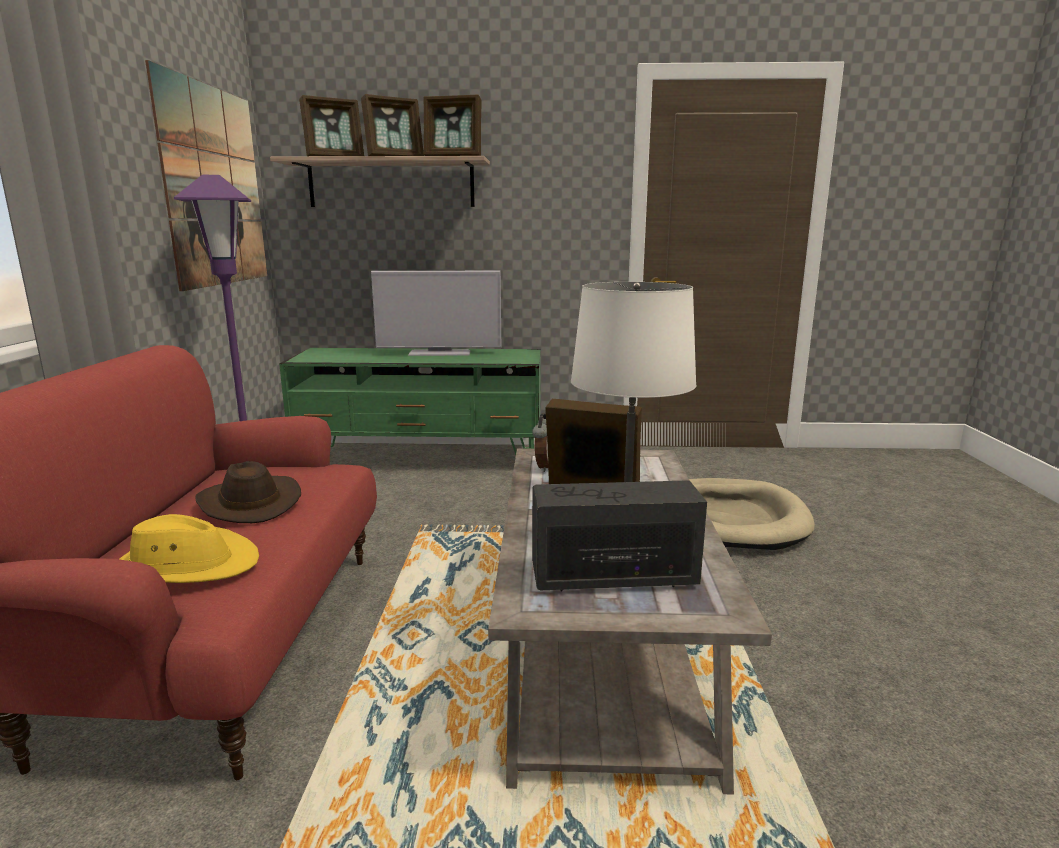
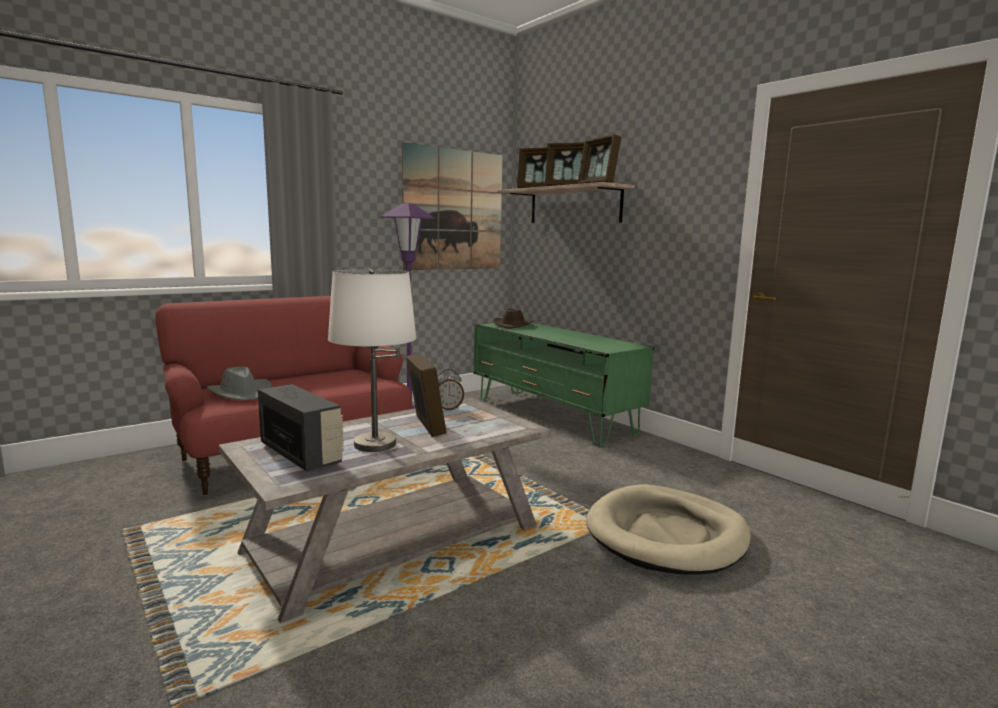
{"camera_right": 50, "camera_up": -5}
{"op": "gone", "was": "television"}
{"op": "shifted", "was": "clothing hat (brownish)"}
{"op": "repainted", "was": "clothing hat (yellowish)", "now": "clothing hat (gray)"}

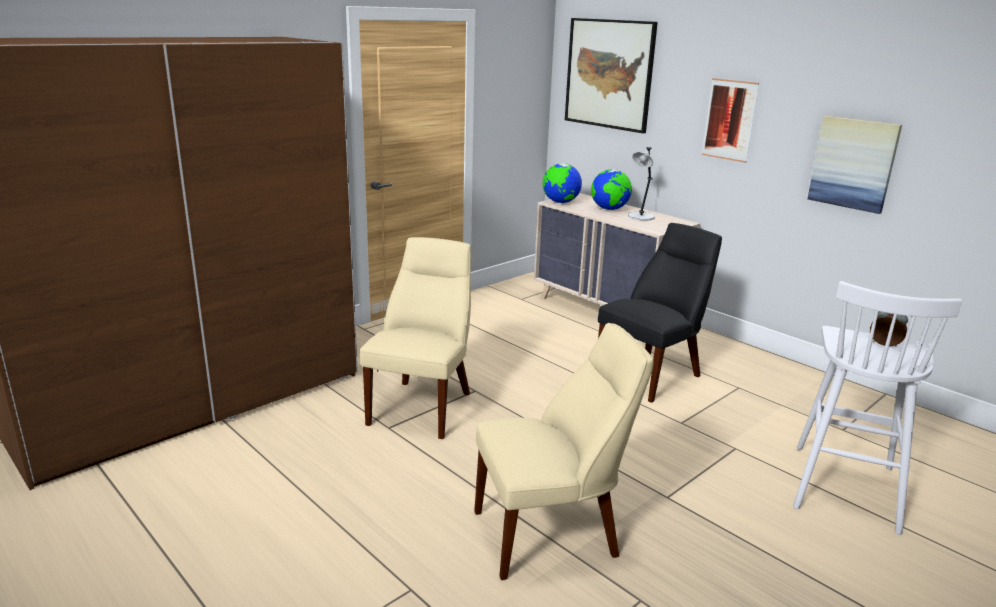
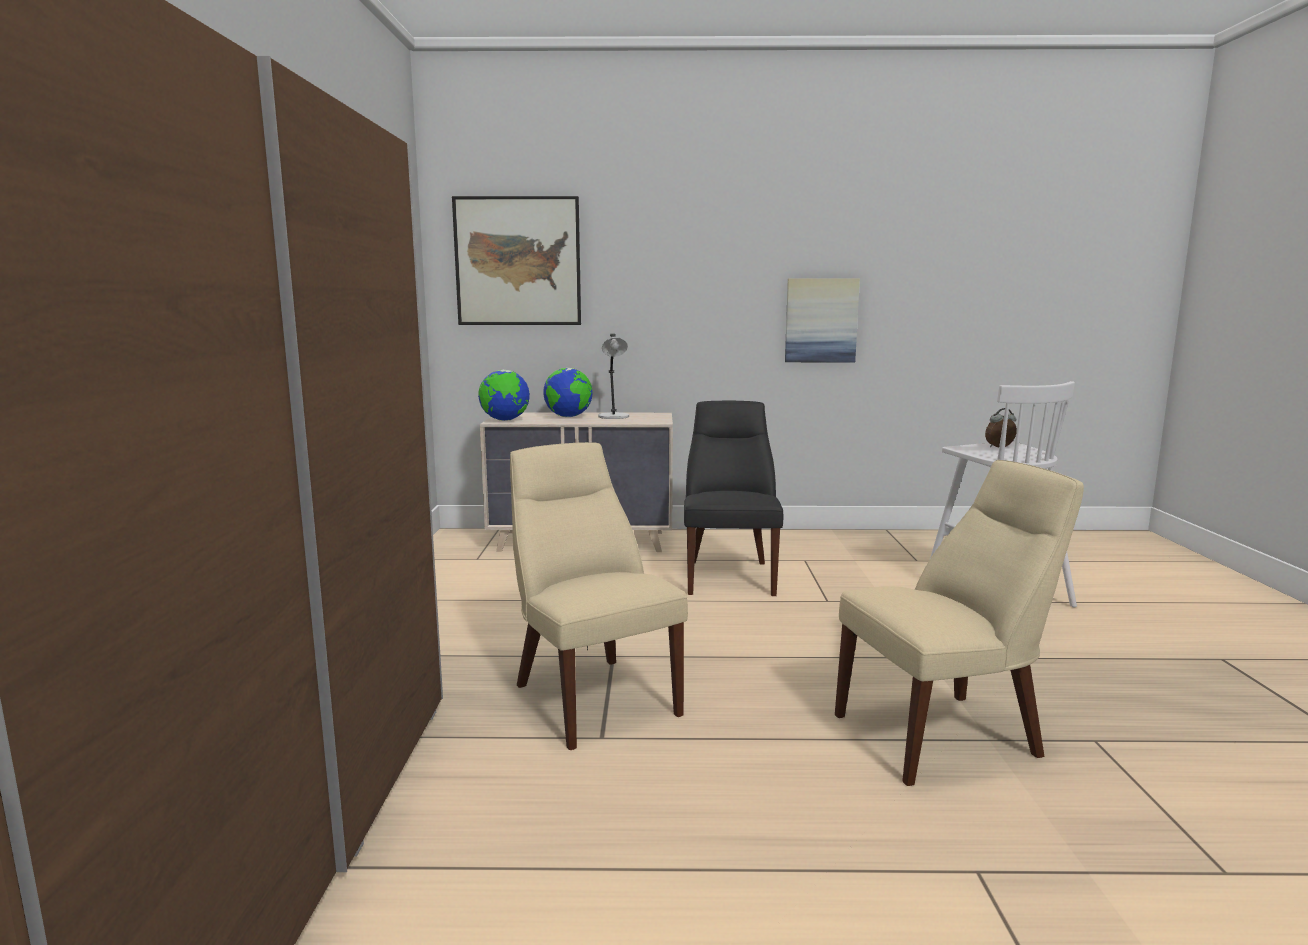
{"camera_right": -45, "camera_up": -10}
{"op": "gone", "was": "picture (no. 2 from left)"}
{"op": "rotated", "was": "upright chair (beige) (no. 2 from left)", "clockwise": 45}

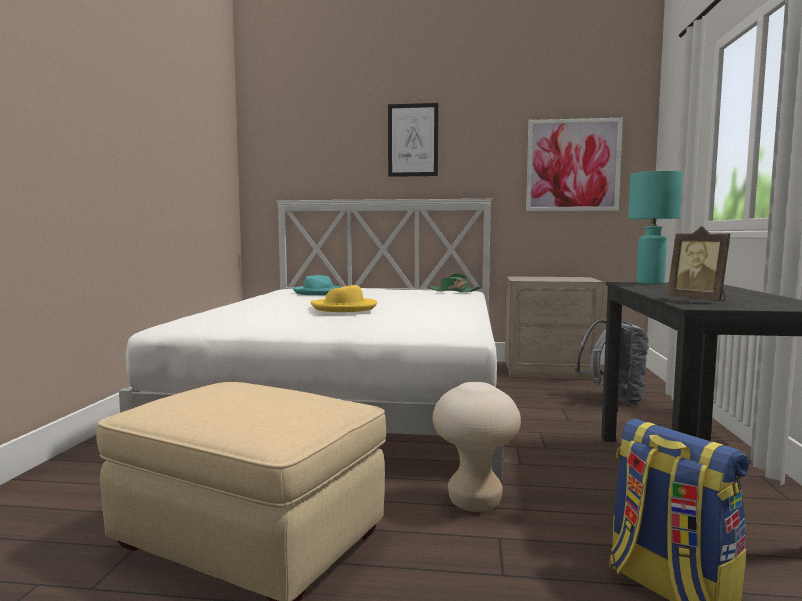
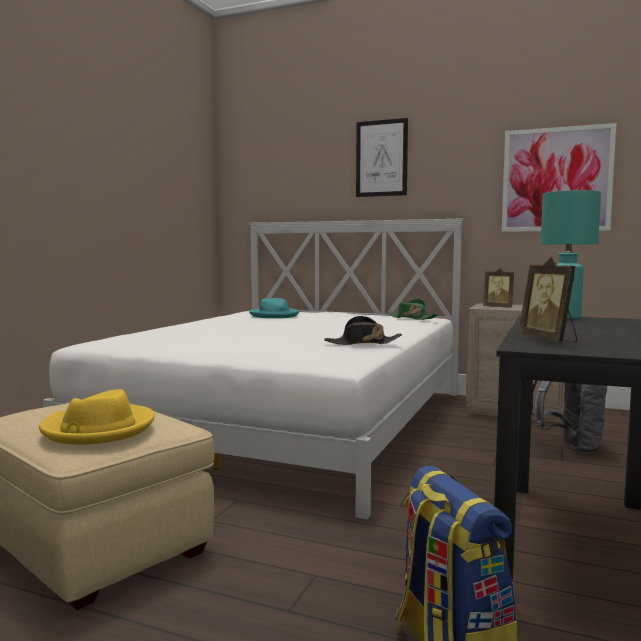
{"camera_right": 15, "camera_up": 0}
{"op": "shifted", "was": "clothing hat (yellowish)"}
{"op": "gone", "was": "sitting stool (beige)"}
{"op": "new", "now": "photo frame (no. 1 from left)"}
{"op": "new", "now": "clothing hat (black-coloured)"}

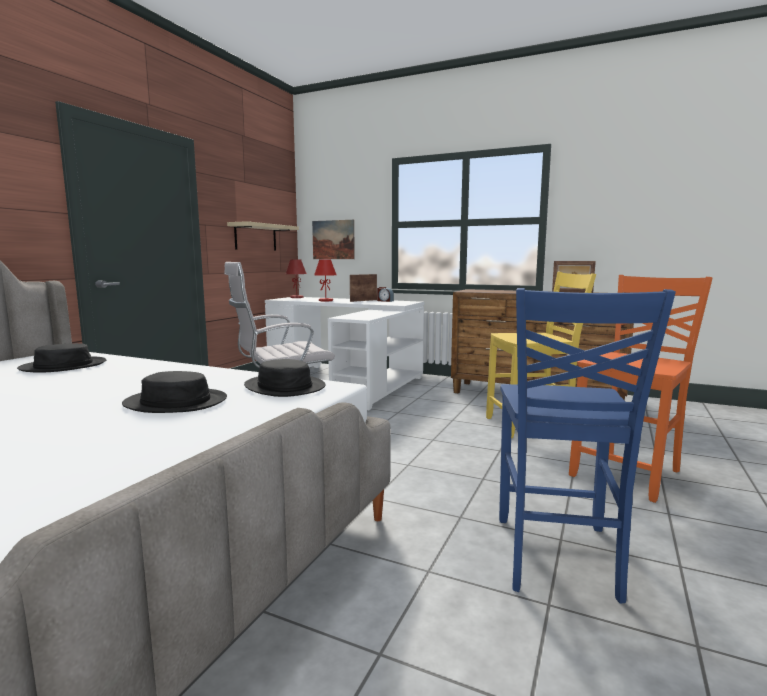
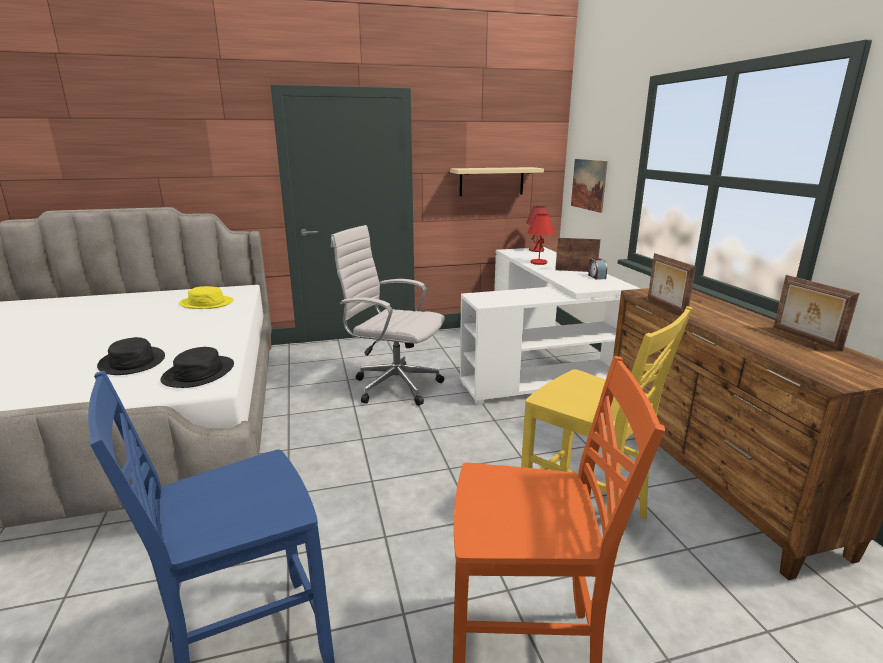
{"camera_right": 50, "camera_up": 10}
{"op": "repainted", "was": "clothing hat (black-coloured) (no. 1 from left)", "now": "clothing hat (yellowish)"}
{"op": "new", "now": "photo frame (no. 2 from left)"}

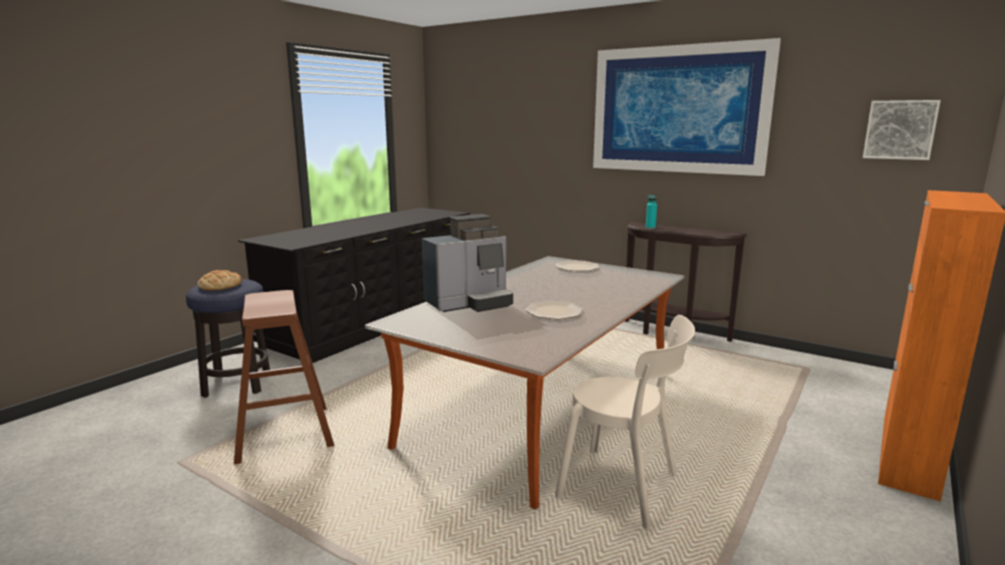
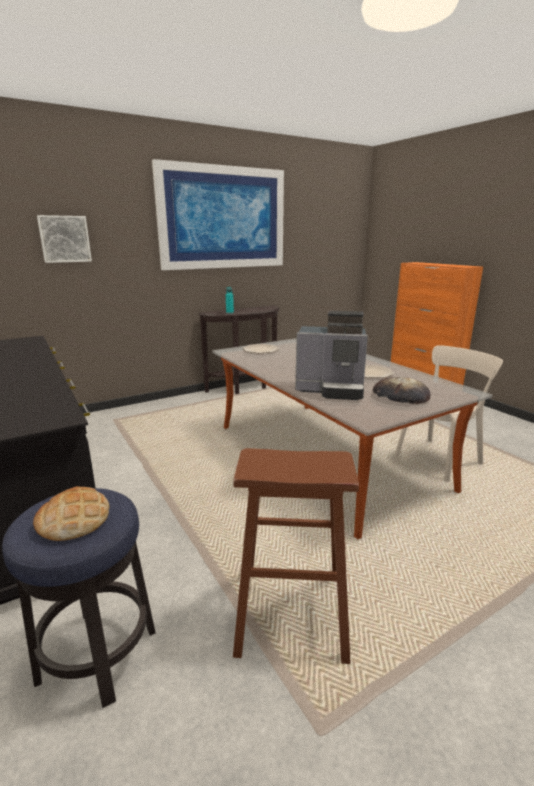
{"camera_right": -65, "camera_up": 5}
{"op": "shifted", "was": "picture (no. 2 from left in the first image)", "now": "picture (no. 1 from left)"}
{"op": "rotated", "was": "coffee brewer", "clockwise": 105}
{"op": "new", "now": "baked bread (no. 2 from left)"}

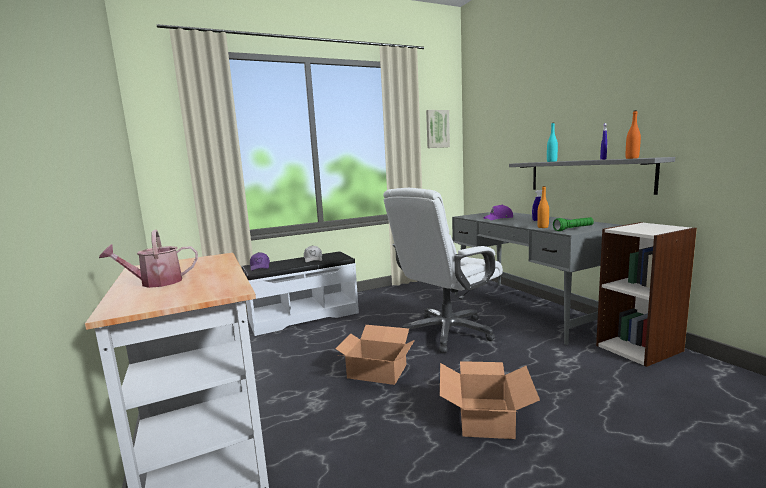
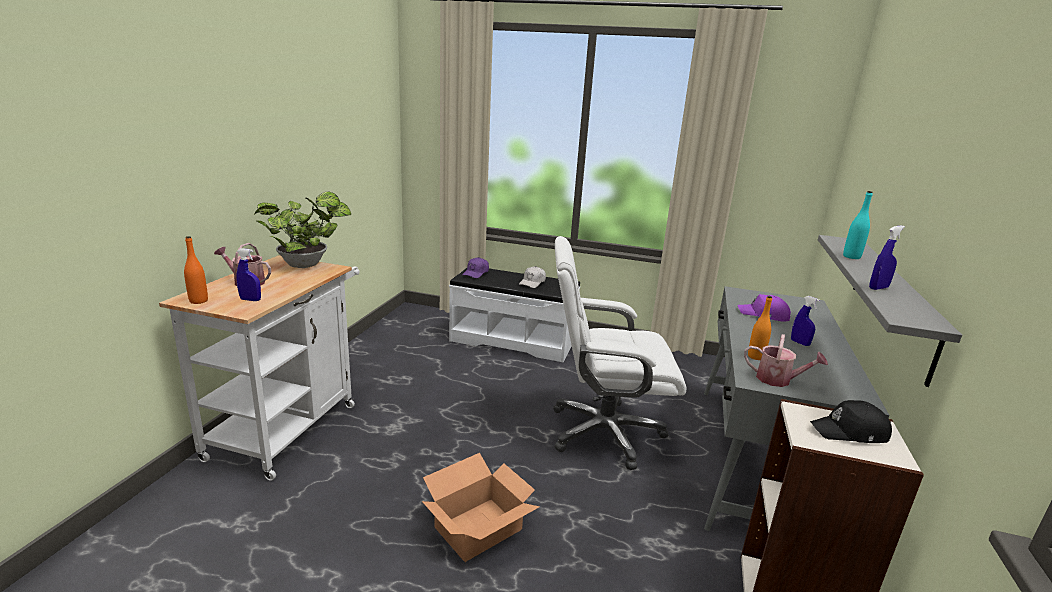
{"camera_right": 40, "camera_up": 10}
{"op": "gone", "was": "picture"}
{"op": "shifted", "was": "drink bottle (orangey) (no. 2 from left in the first image)", "now": "drink bottle (orangey) (no. 1 from left)"}
{"op": "swapped", "was": "hand torch (green)", "now": "sprinkling can (no. 2 from left)"}
{"op": "gone", "was": "carton (no. 1 from left)"}
{"op": "new", "now": "potted plant"}
{"op": "new", "now": "spray bottle (blue-coloured) (no. 1 from left)"}
{"op": "new", "now": "cap (black-coloured)"}

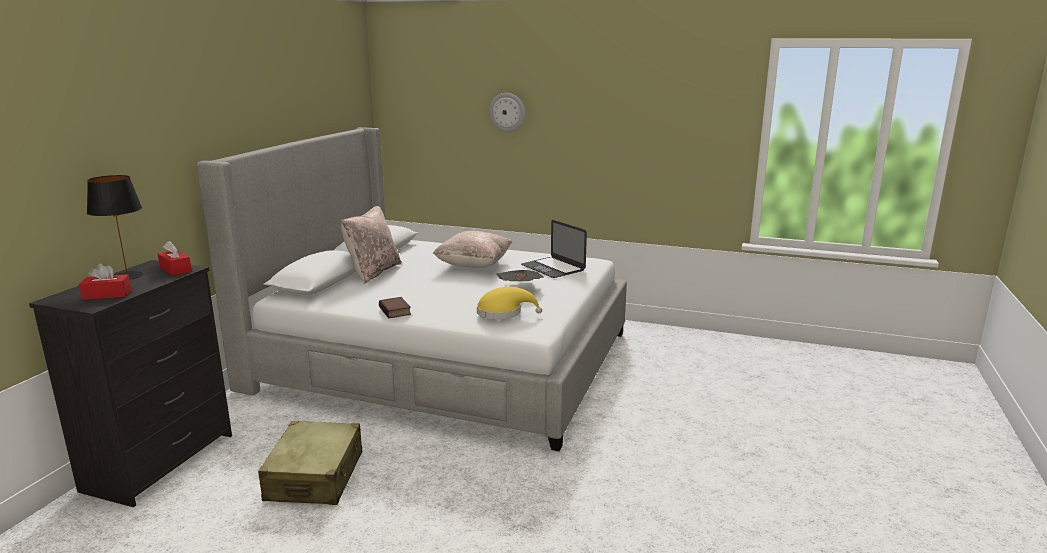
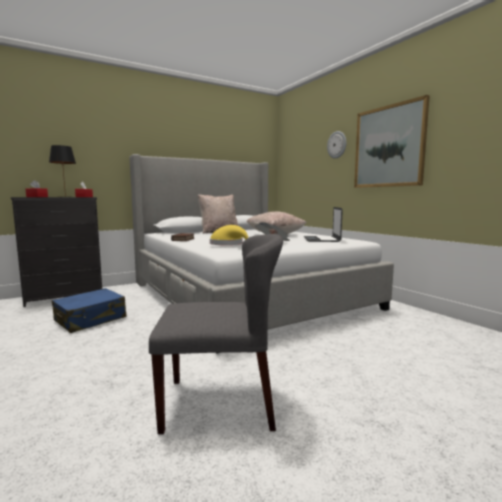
{"camera_right": 40, "camera_up": -10}
{"op": "repainted", "was": "piece of luggage (beige)", "now": "piece of luggage (blue-coloured)"}
{"op": "new", "now": "picture"}
{"op": "new", "now": "upright chair (gray)"}

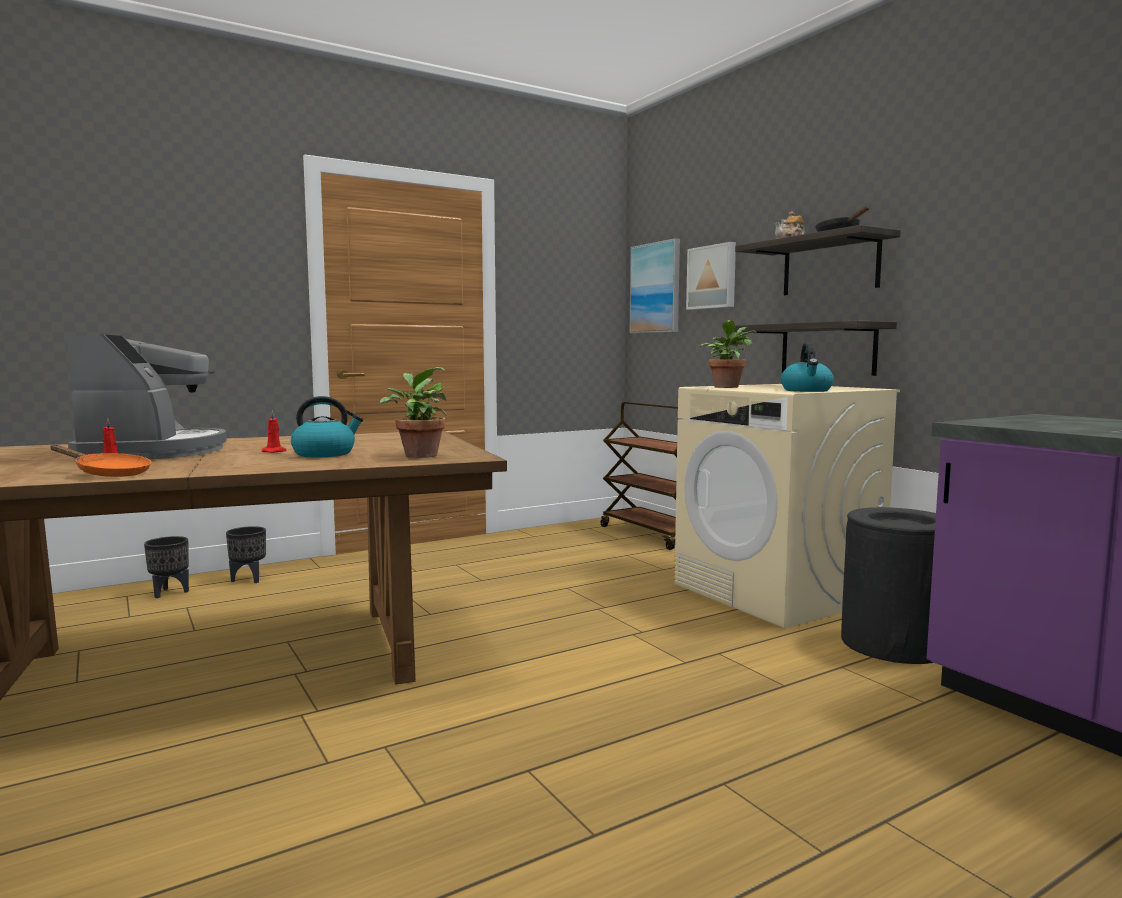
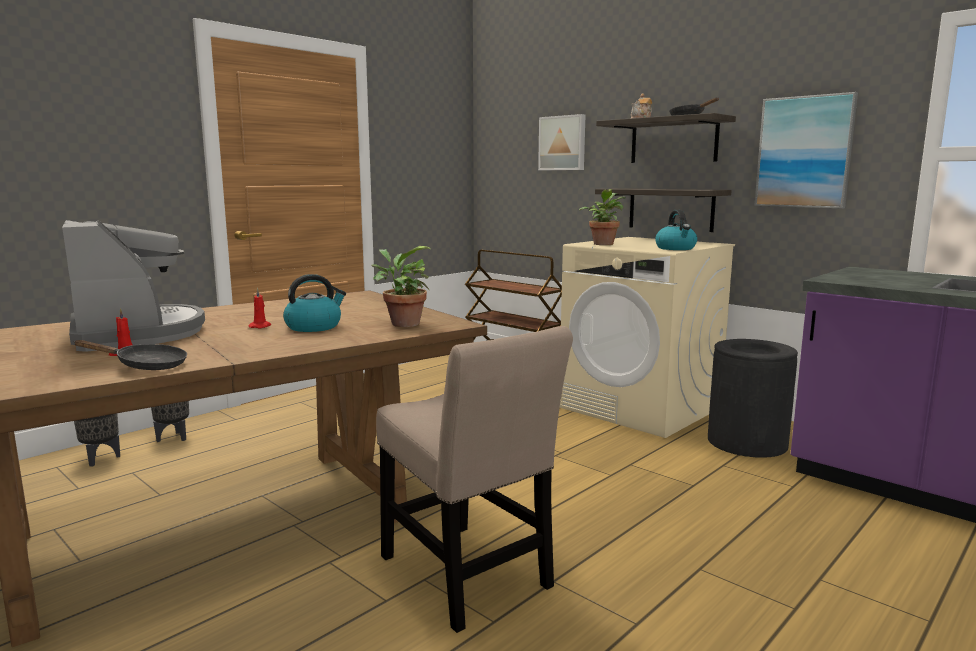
{"camera_right": -15, "camera_up": 5}
{"op": "shifted", "was": "picture (no. 1 from left in the first image)", "now": "picture (no. 2 from left)"}
{"op": "repainted", "was": "skillet (orangey)", "now": "skillet (black-coloured) (no. 1 from left)"}
{"op": "new", "now": "upright chair (beige)"}

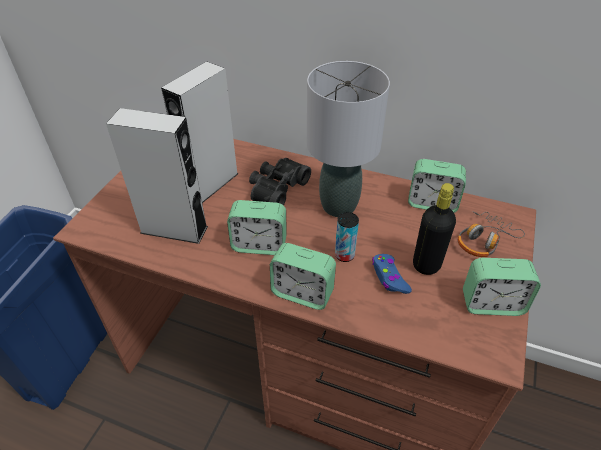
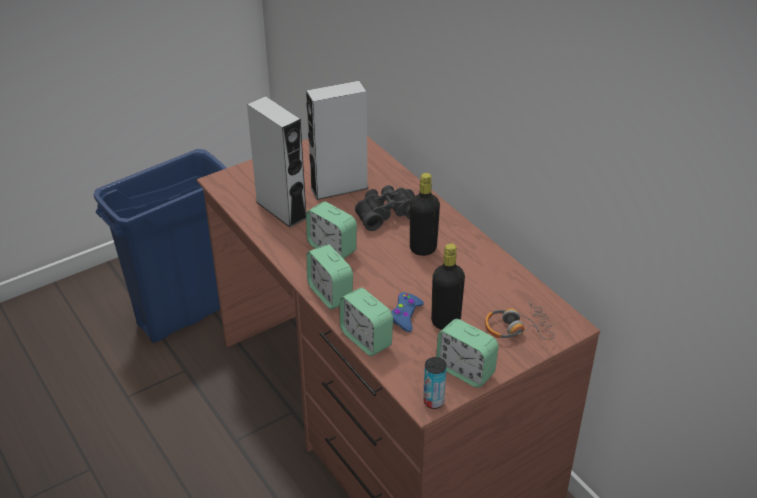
{"camera_right": 35, "camera_up": -5}
{"op": "swapped", "was": "table lamp (gray)", "now": "drink bottle (black-coloured) (no. 1 from left)"}
{"op": "shifted", "was": "bedside clock (no. 3 from left)"}
{"op": "shifted", "was": "can"}

